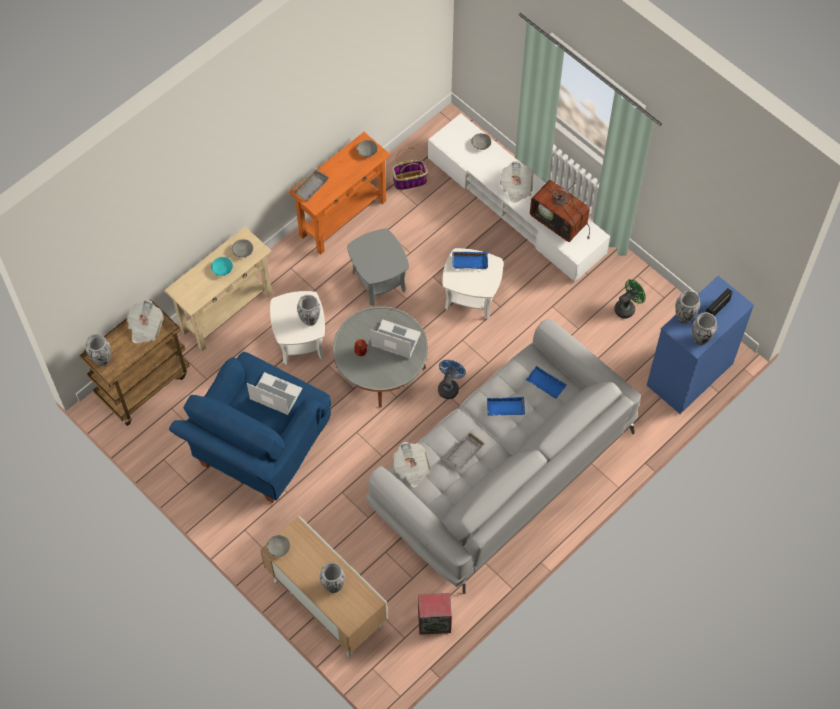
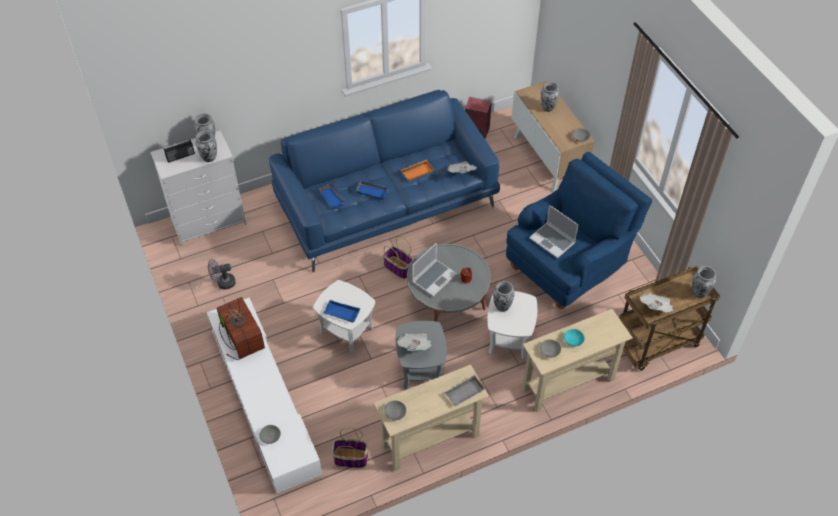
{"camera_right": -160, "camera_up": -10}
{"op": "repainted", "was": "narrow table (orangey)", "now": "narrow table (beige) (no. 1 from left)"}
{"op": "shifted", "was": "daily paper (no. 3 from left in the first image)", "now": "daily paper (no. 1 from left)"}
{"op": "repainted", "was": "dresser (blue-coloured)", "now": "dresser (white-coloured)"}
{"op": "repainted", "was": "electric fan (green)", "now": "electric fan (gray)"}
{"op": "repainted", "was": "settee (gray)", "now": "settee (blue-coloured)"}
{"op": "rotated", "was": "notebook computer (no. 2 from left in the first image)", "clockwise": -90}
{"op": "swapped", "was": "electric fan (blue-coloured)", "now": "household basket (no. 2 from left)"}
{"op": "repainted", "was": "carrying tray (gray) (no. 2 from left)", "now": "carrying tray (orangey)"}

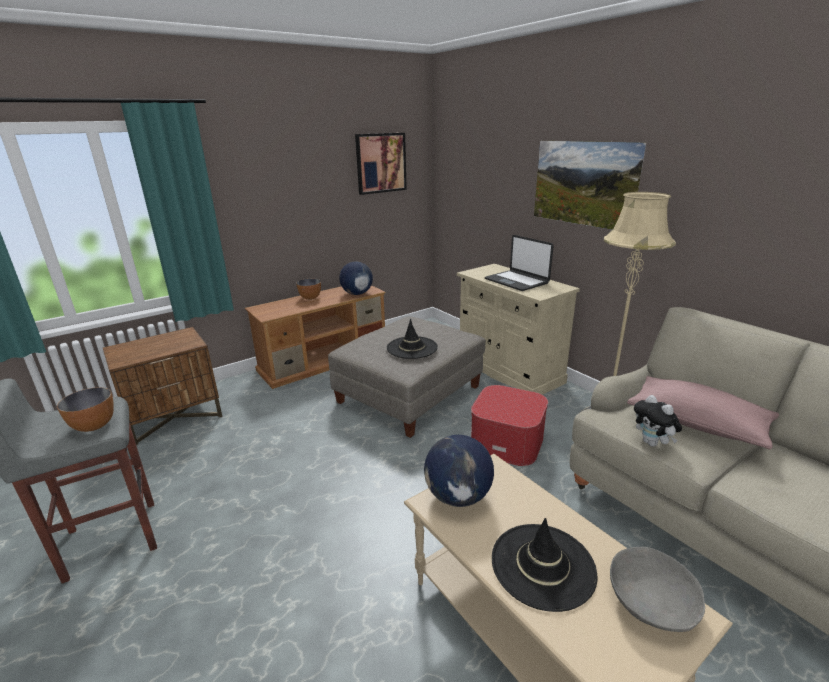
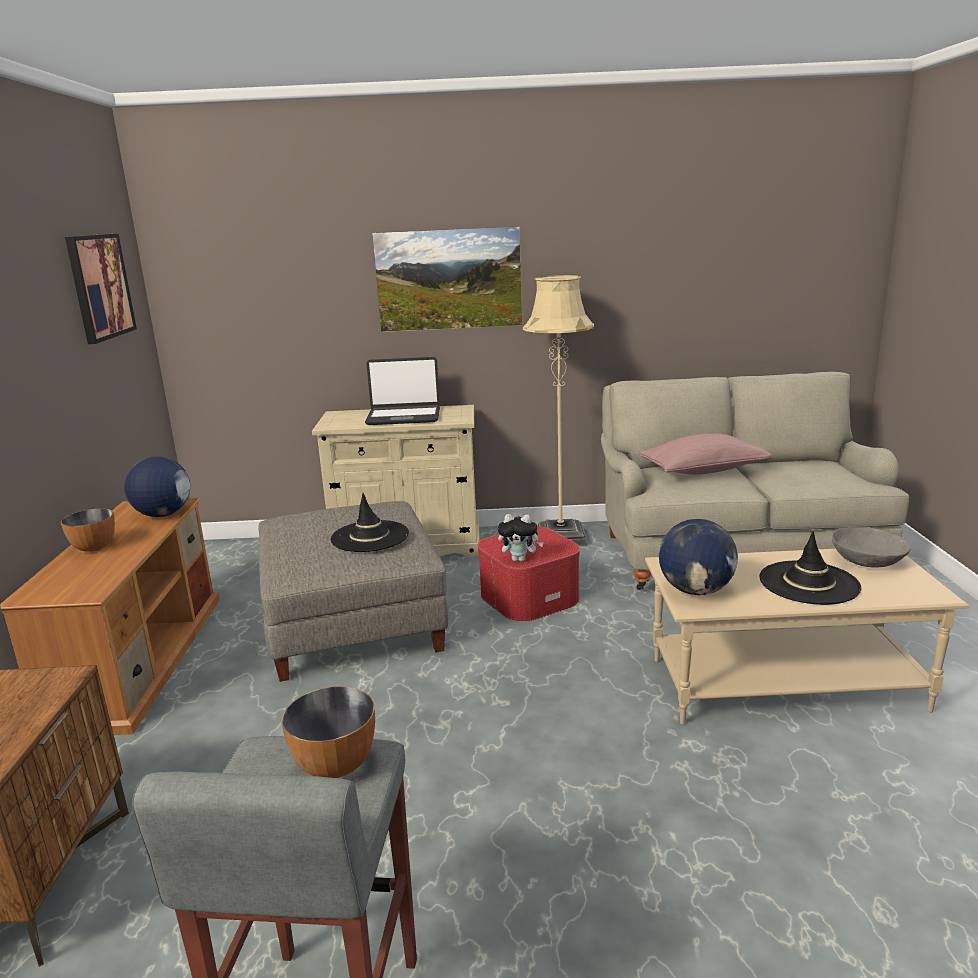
{"camera_right": -55, "camera_up": -5}
{"op": "shifted", "was": "cuddly toy"}

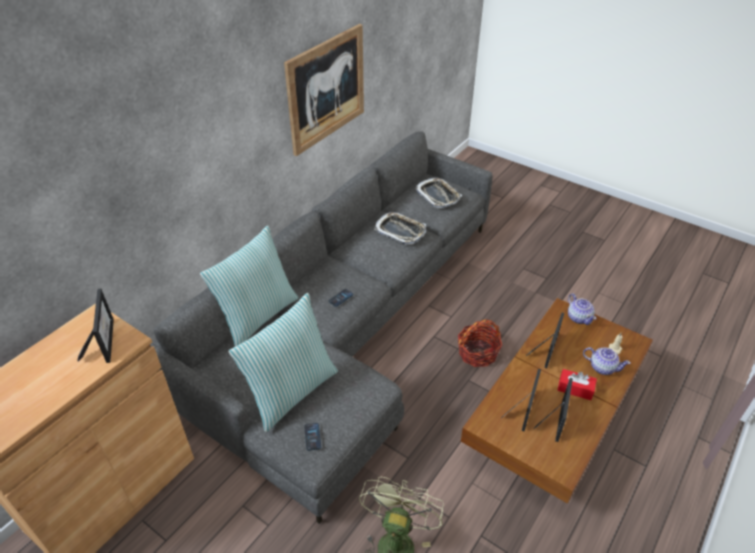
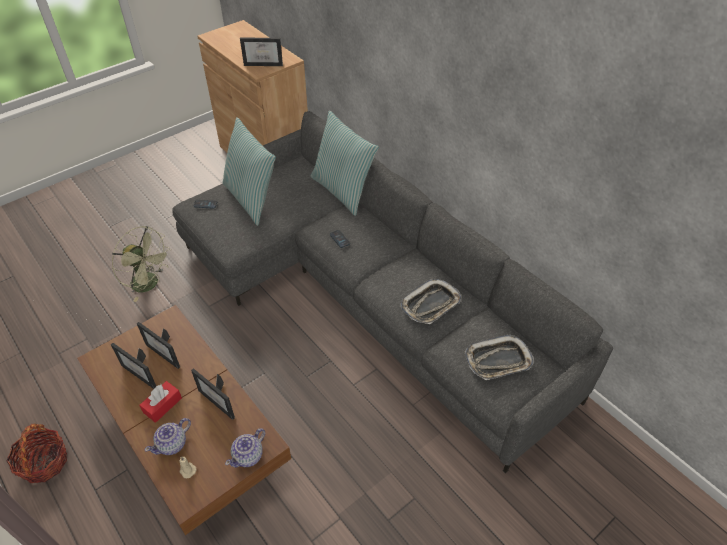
{"camera_right": 105, "camera_up": 5}
{"op": "gone", "was": "picture"}
{"op": "rotated", "was": "pot for tea (no. 1 from left in the first image)", "clockwise": -45}
{"op": "shifted", "was": "household basket"}

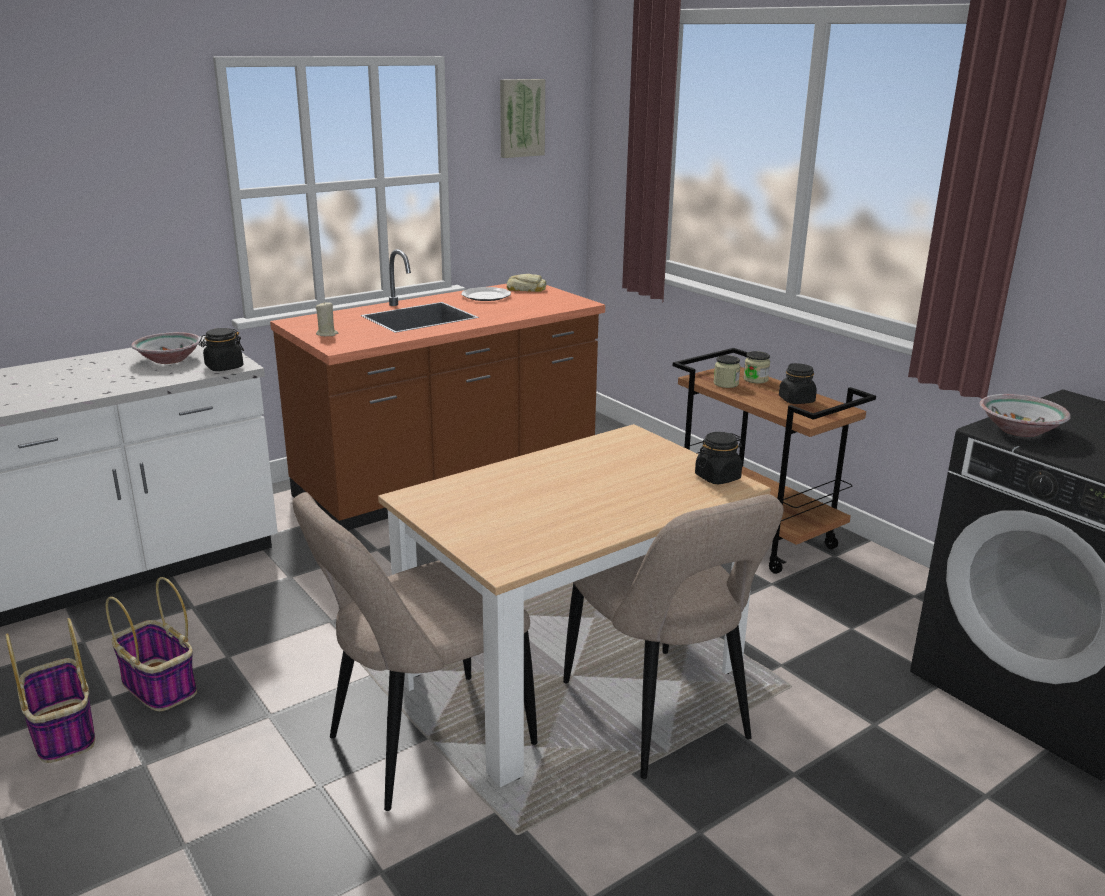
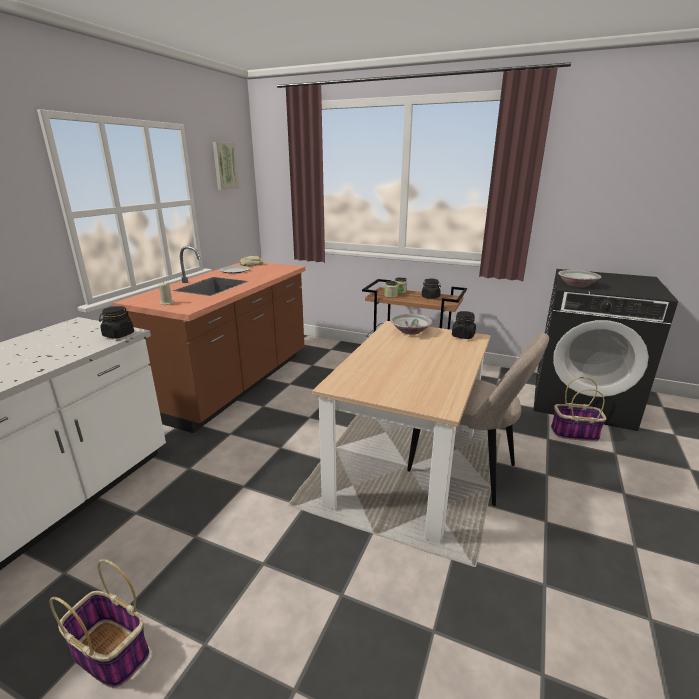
{"camera_right": -30, "camera_up": 0}
{"op": "shifted", "was": "deep dish (no. 1 from left)"}
{"op": "gone", "was": "upright chair (beige) (no. 1 from left)"}
{"op": "shifted", "was": "household basket (no. 2 from left)"}

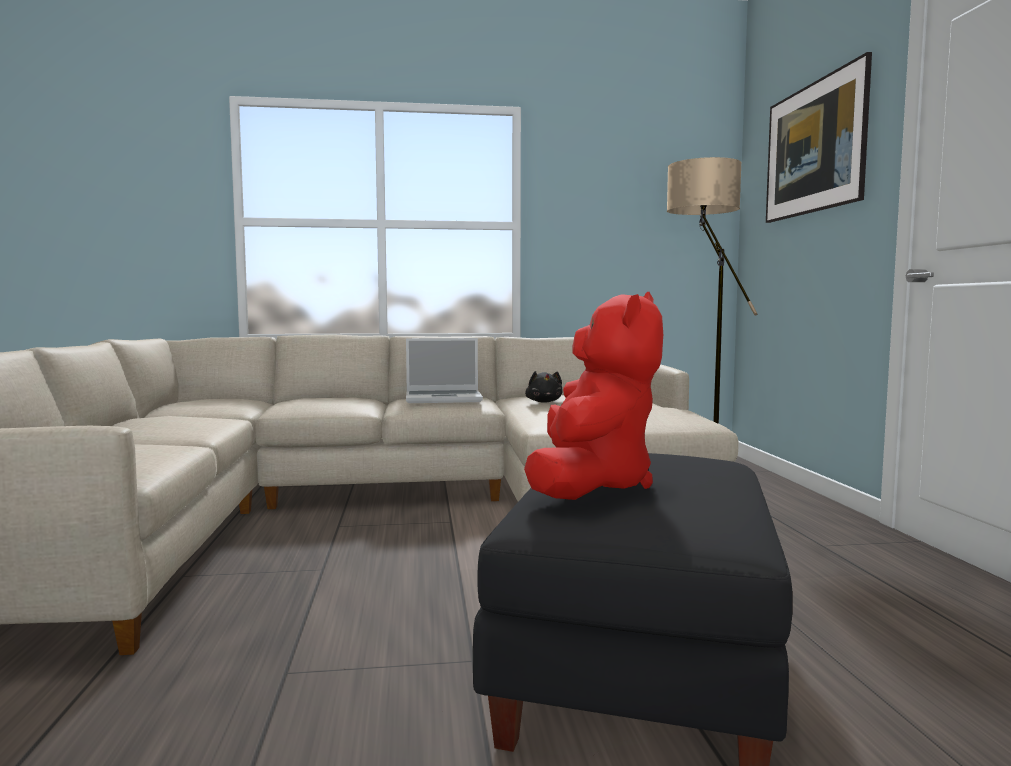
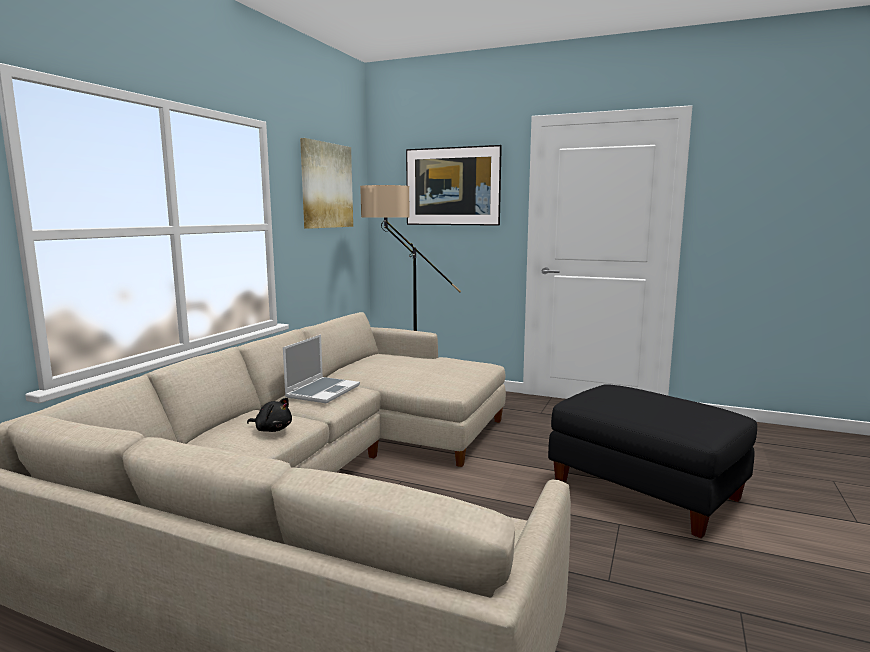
{"camera_right": -60, "camera_up": 5}
{"op": "gone", "was": "cuddly toy (reddish)"}
{"op": "shifted", "was": "cuddly toy (black-coloured)"}
{"op": "new", "now": "picture (no. 1 from left)"}

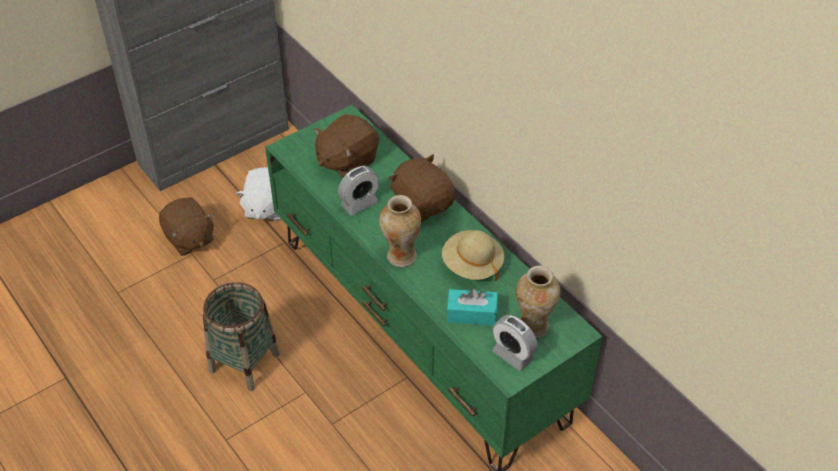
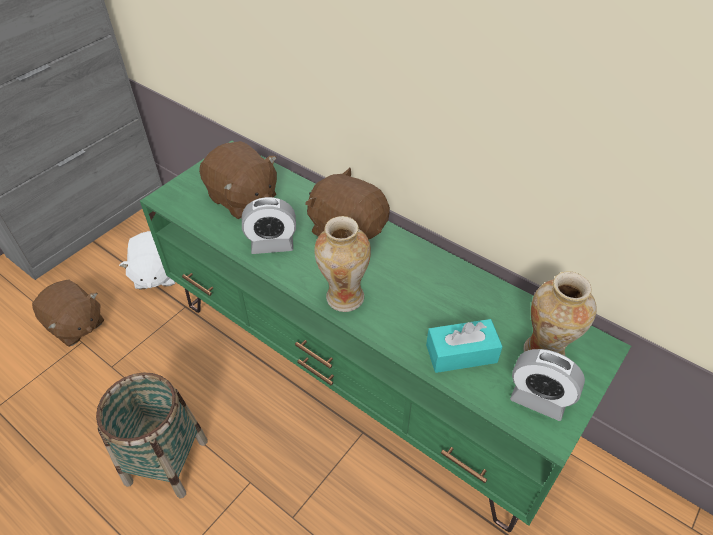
{"camera_right": -15, "camera_up": 0}
{"op": "rotated", "was": "cuddly toy (brownish) (no. 2 from left)", "clockwise": -75}
{"op": "rotated", "was": "bedside clock (no. 1 from left)", "clockwise": 45}
{"op": "gone", "was": "clothing hat (beige)"}

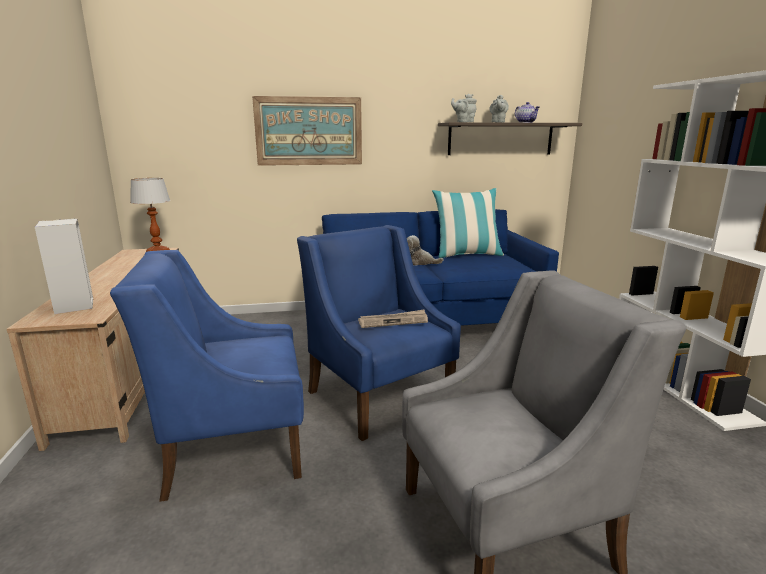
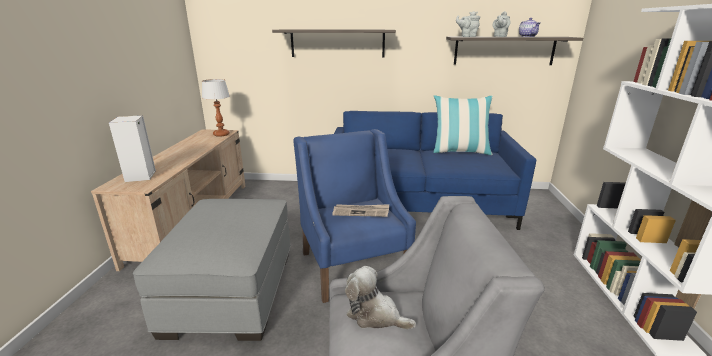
{"camera_right": 15, "camera_up": 5}
{"op": "swapped", "was": "picture", "now": "shelf (no. 1 from left)"}
{"op": "shifted", "was": "cuddly toy"}
{"op": "swapped", "was": "armchair (blue-coloured) (no. 1 from left)", "now": "footrest (gray)"}

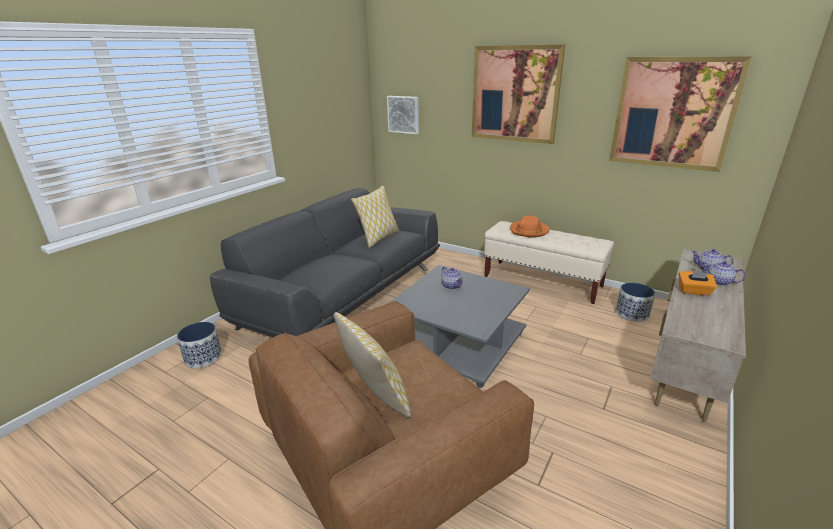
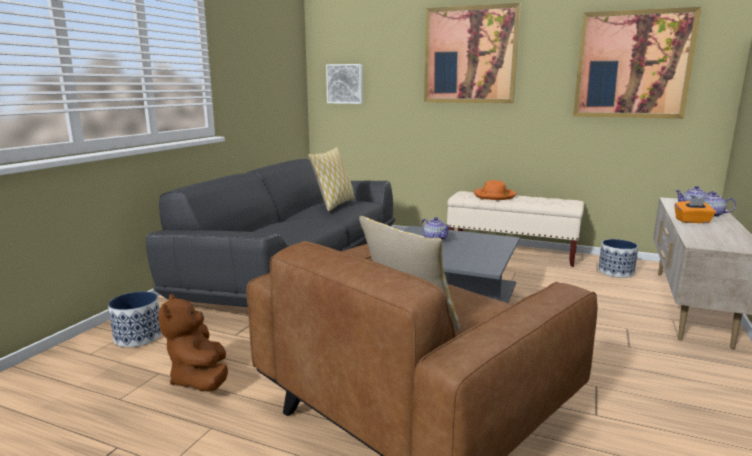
{"camera_right": -10, "camera_up": -10}
{"op": "new", "now": "cuddly toy (brownish)"}

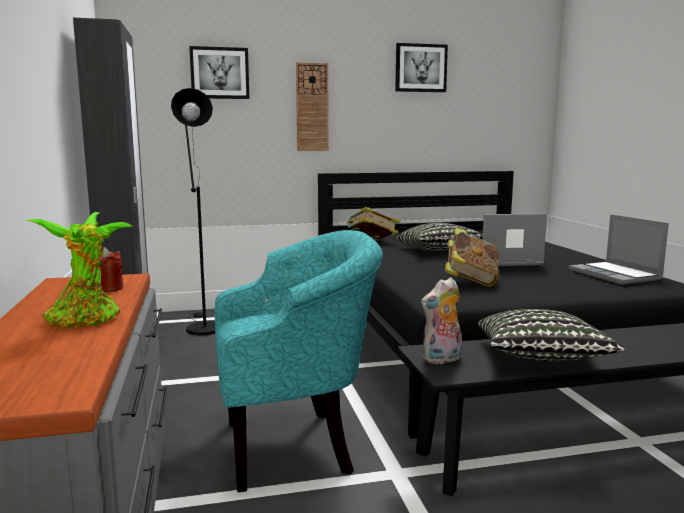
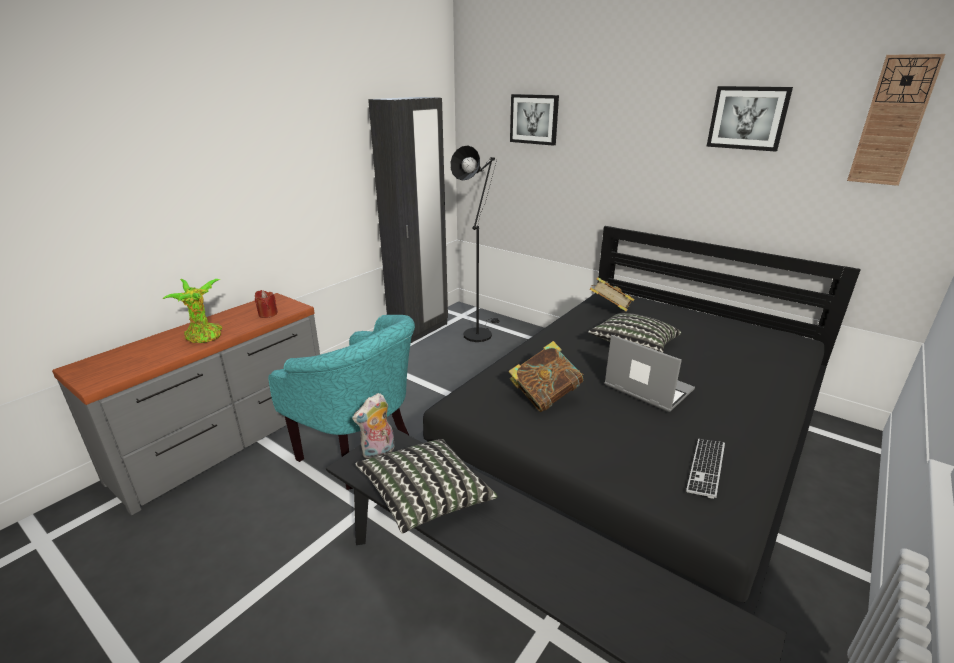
{"camera_right": 50, "camera_up": 15}
{"op": "shifted", "was": "hanging clock"}
{"op": "swapped", "was": "notebook computer (no. 2 from left)", "now": "computer keyboard"}
{"op": "rotated", "was": "cuddly toy", "clockwise": -60}

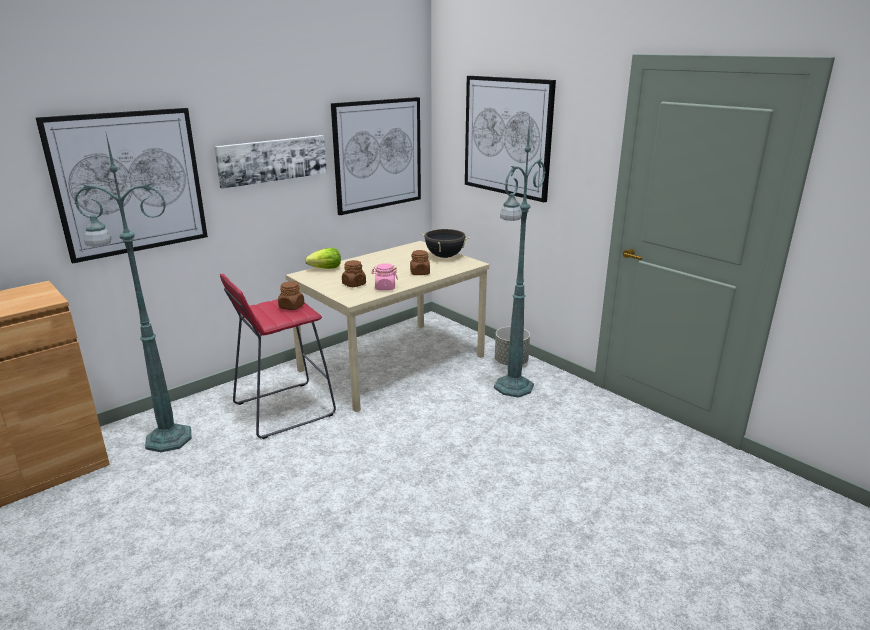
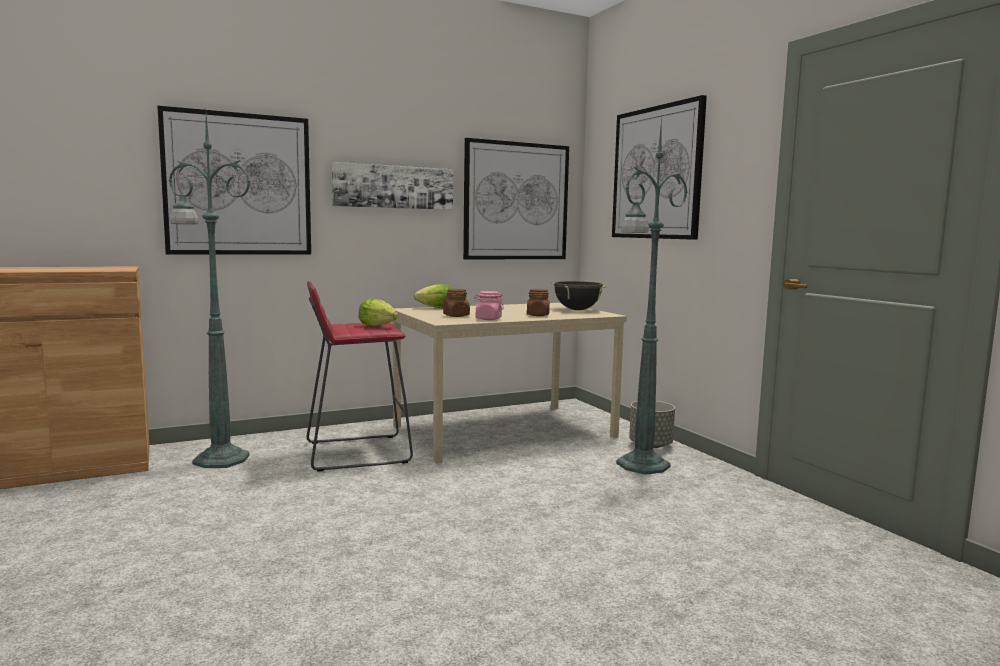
{"camera_right": 15, "camera_up": -15}
{"op": "swapped", "was": "jar (brownish) (no. 1 from left)", "now": "head of lettuce (no. 1 from left)"}

